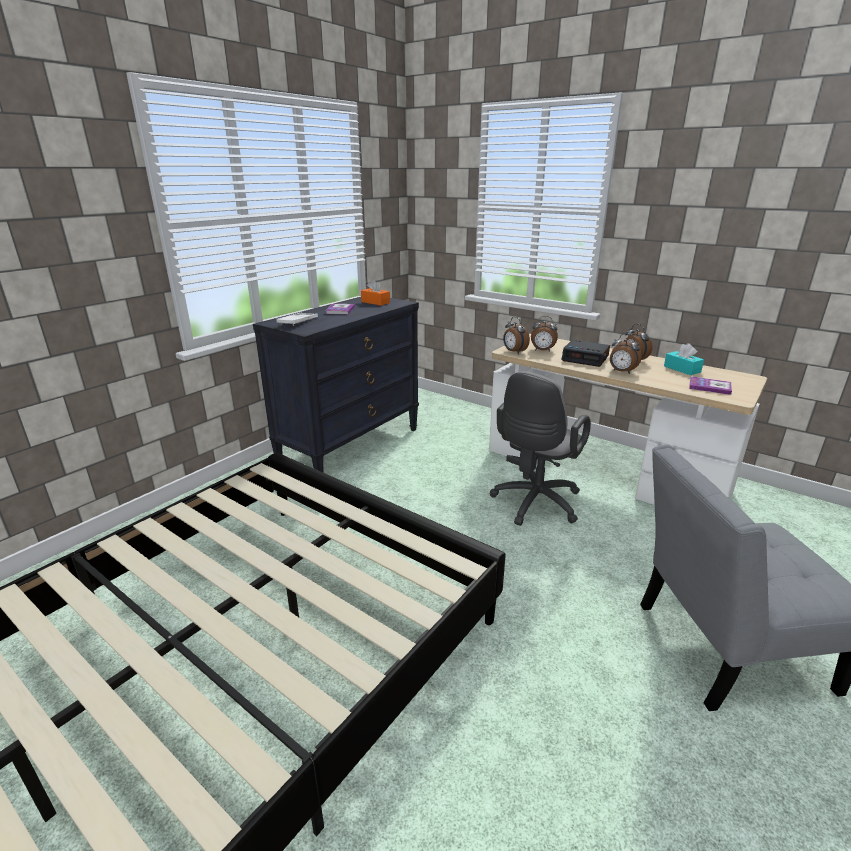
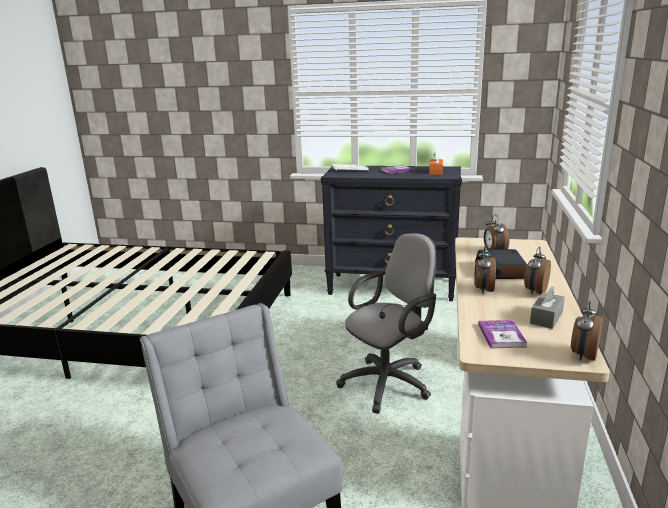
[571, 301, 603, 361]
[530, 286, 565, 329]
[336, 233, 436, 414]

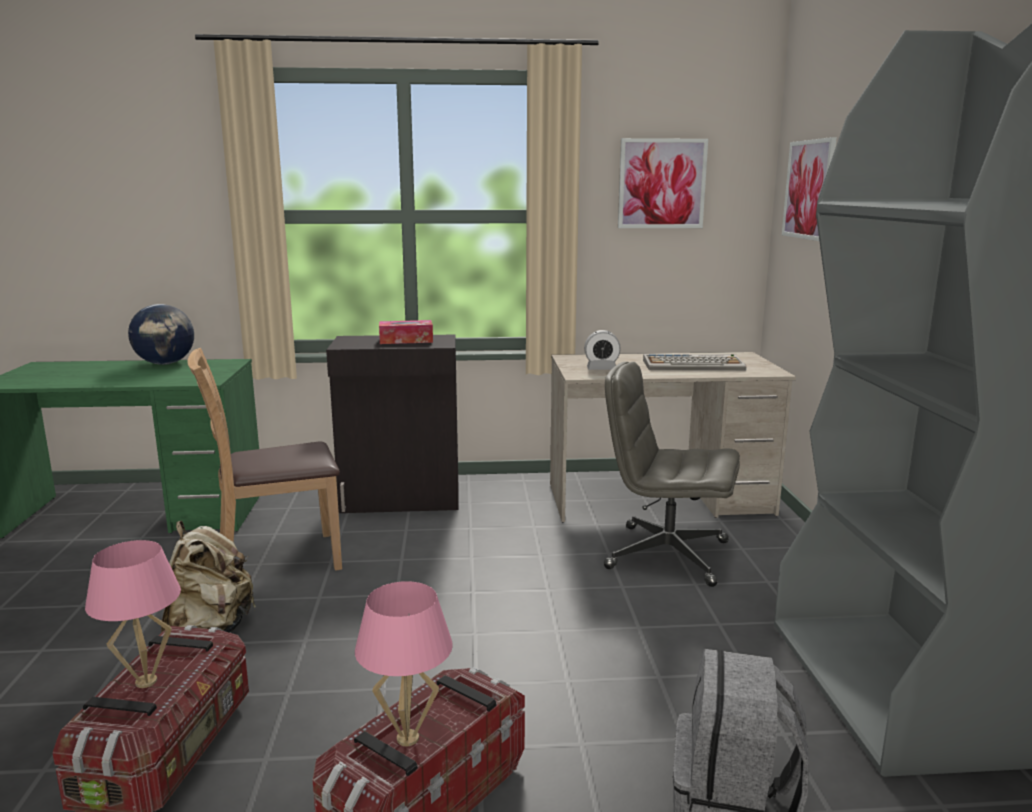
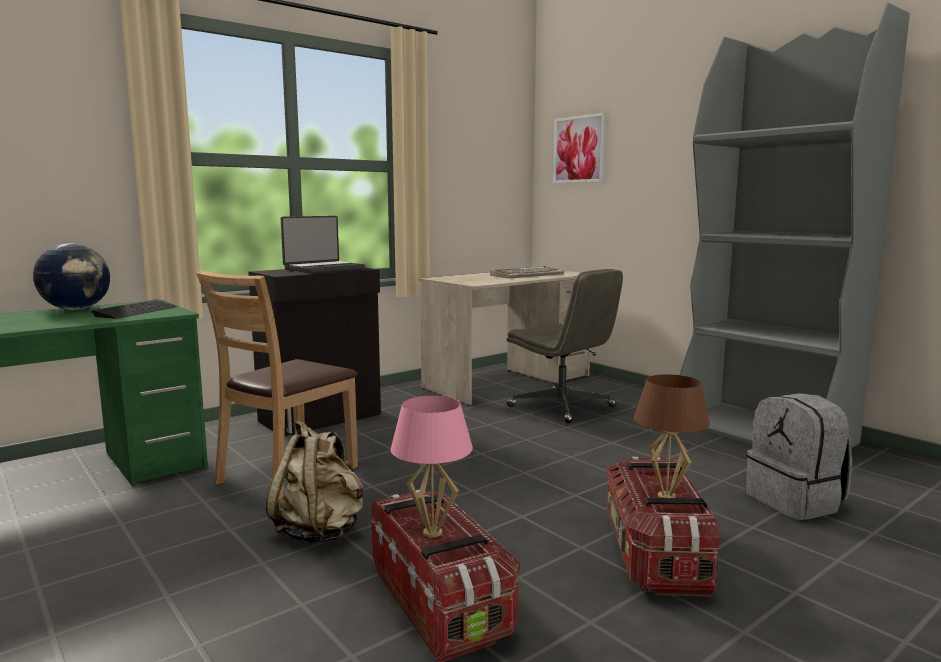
[584, 330, 621, 370] (first image)
[618, 138, 708, 228] (first image)
[91, 299, 177, 319]
[281, 216, 365, 273]
[634, 374, 710, 498]
[506, 269, 623, 423]

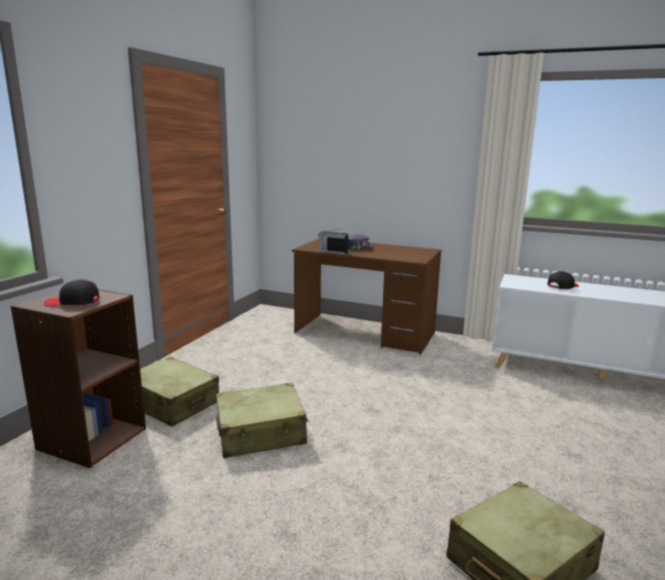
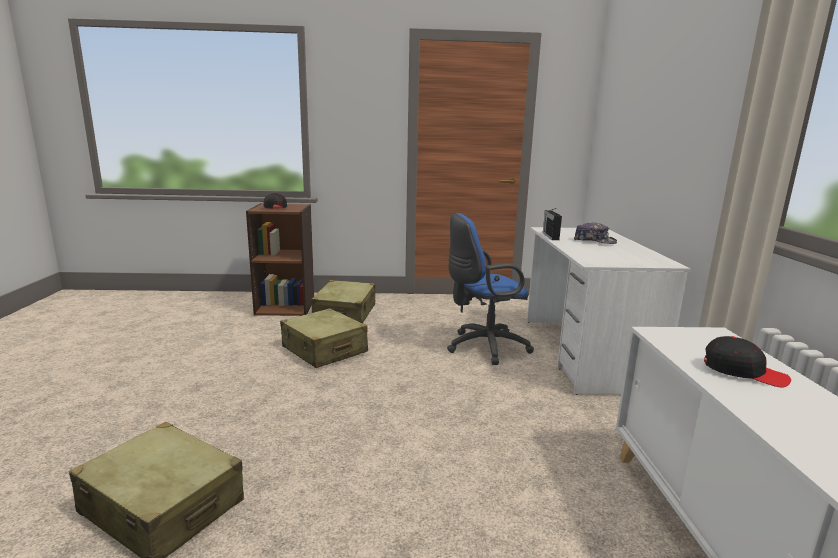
[447, 213, 534, 365]
[527, 227, 691, 395]

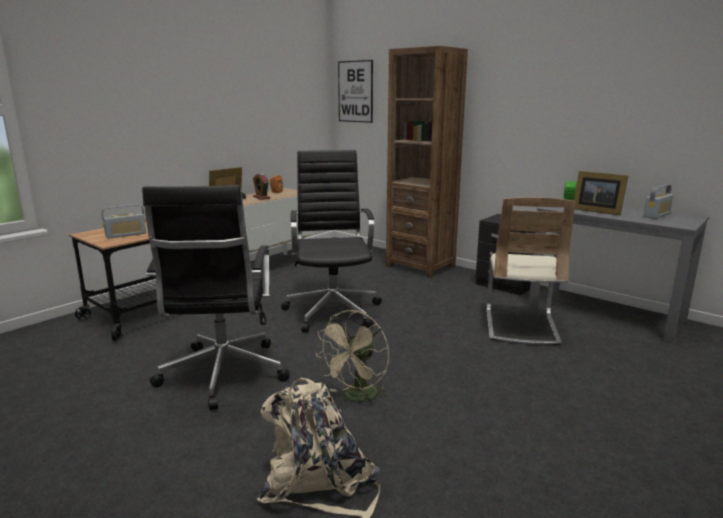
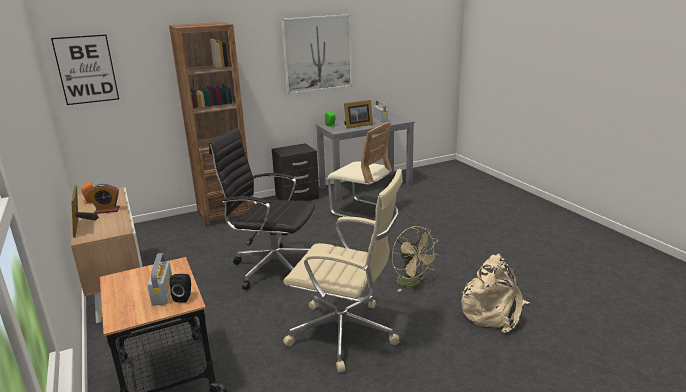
[169, 274, 191, 303]
[281, 15, 352, 94]
[283, 169, 403, 373]

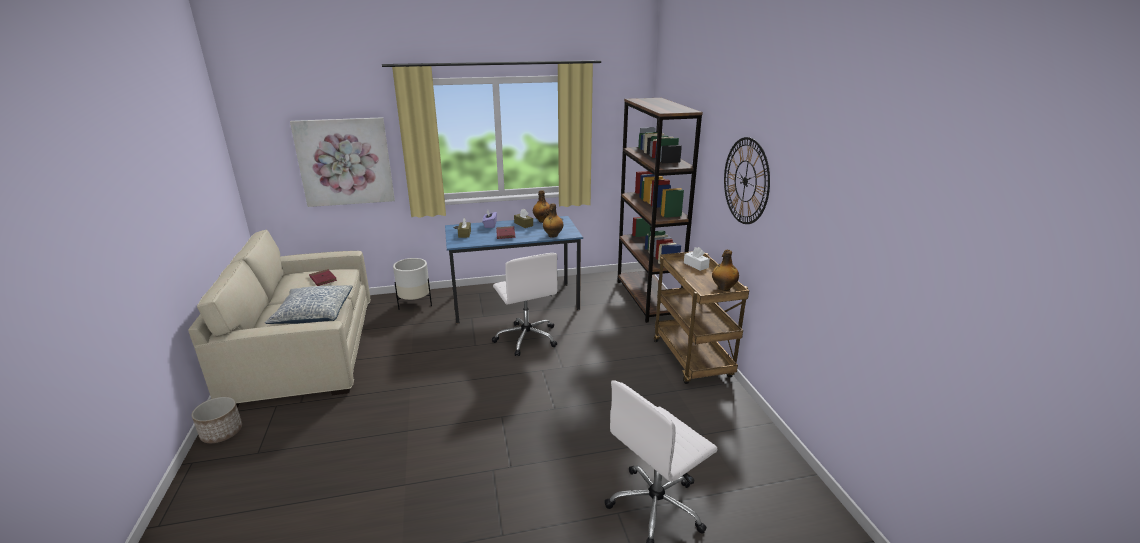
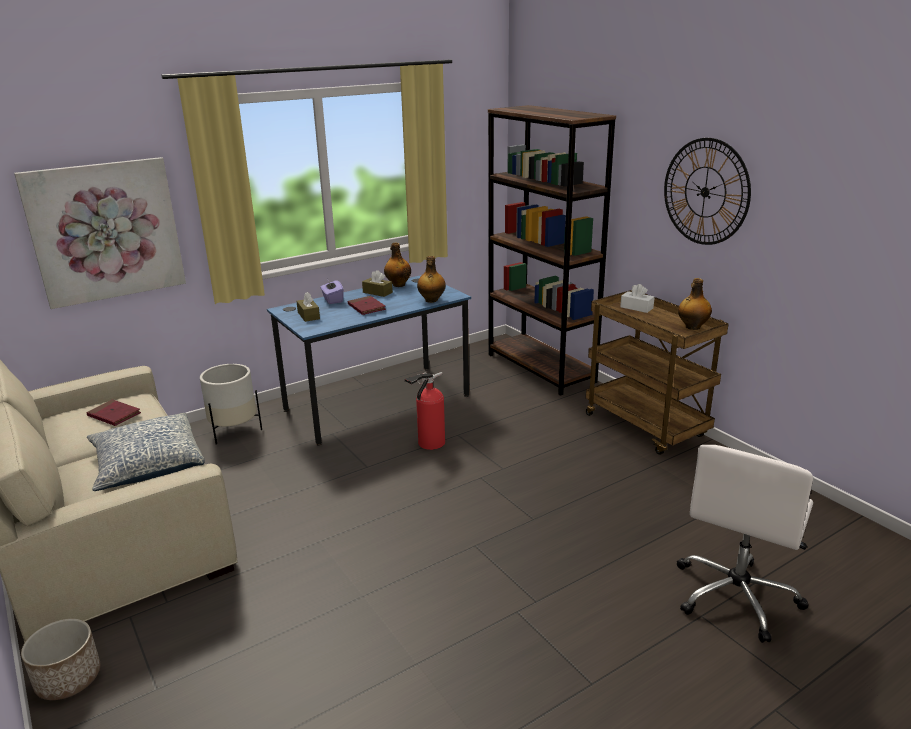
[405, 372, 445, 450]

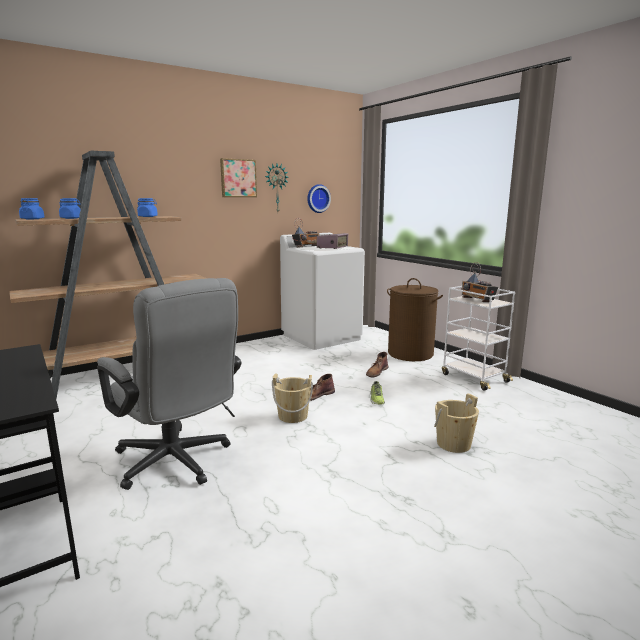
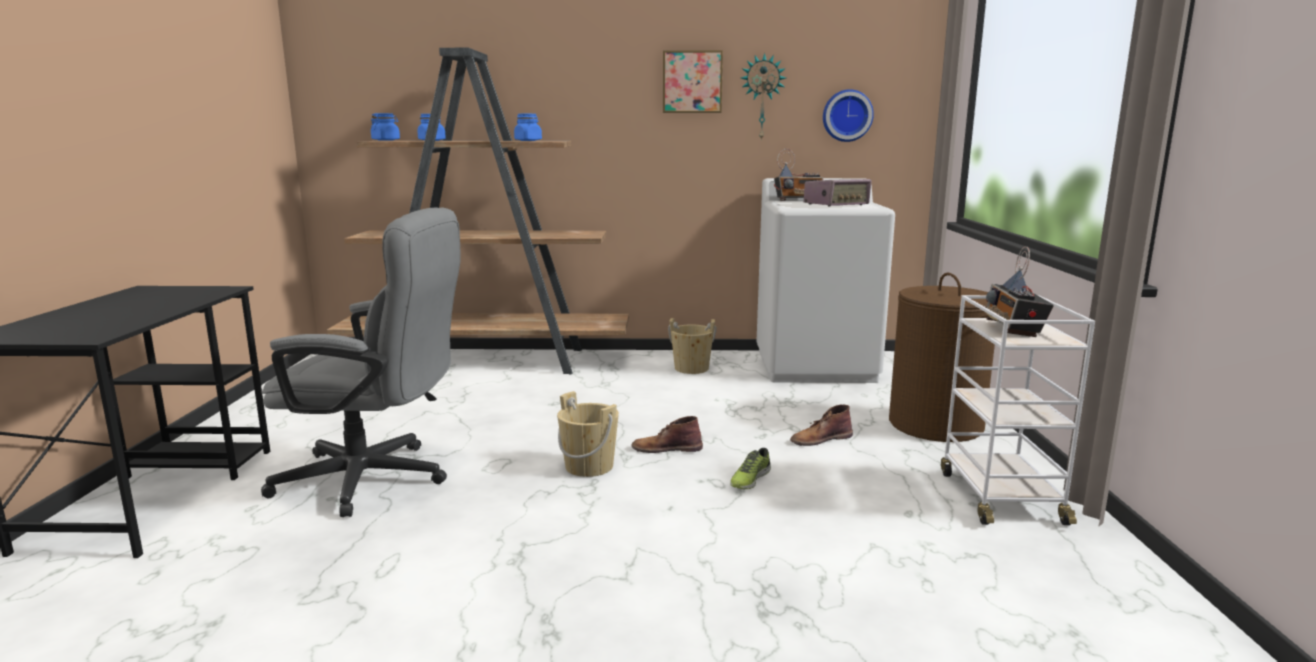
[668, 318, 717, 374]
[261, 207, 461, 517]

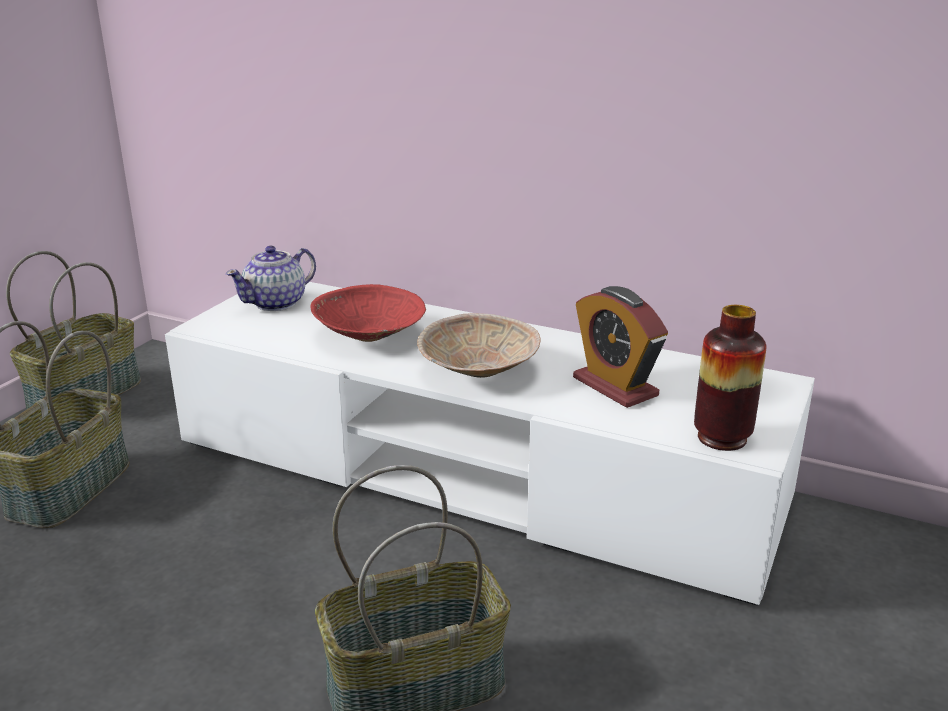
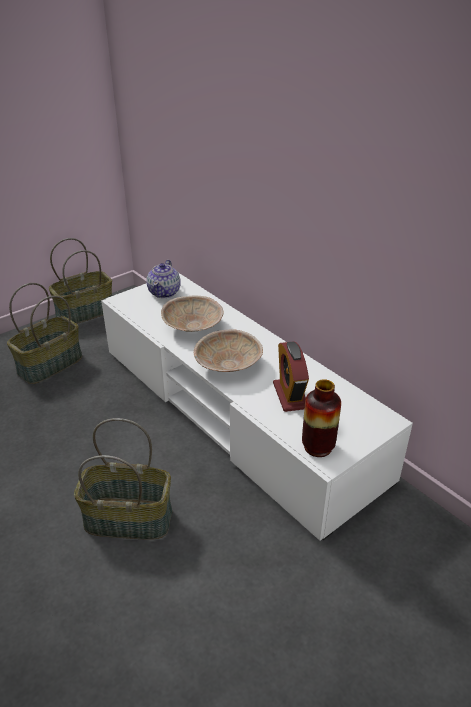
[161, 295, 224, 332]
[146, 260, 181, 298]

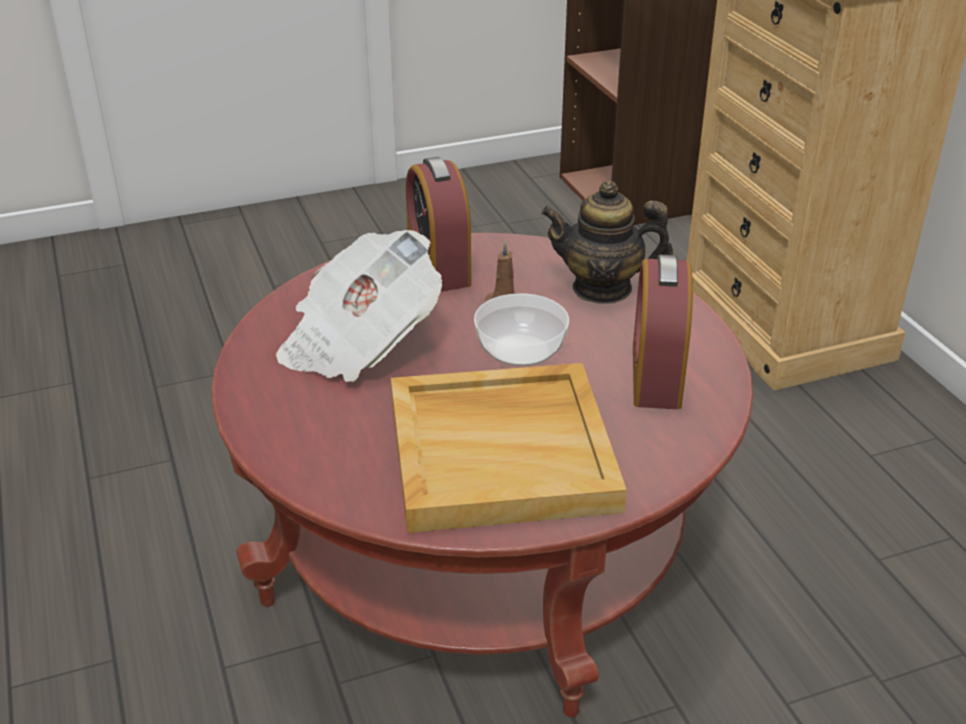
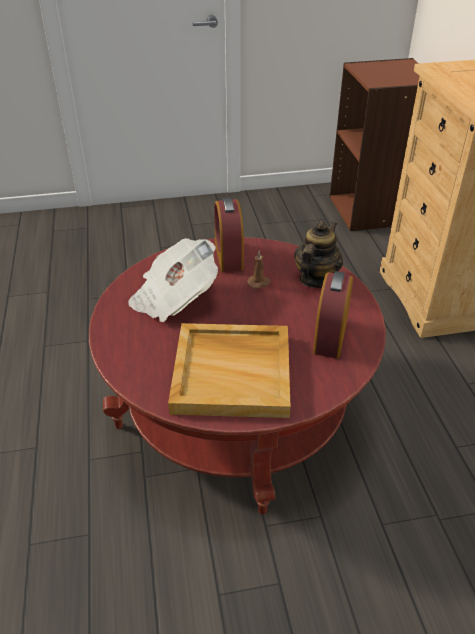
[474, 293, 569, 366] (first image)
[294, 221, 343, 288]

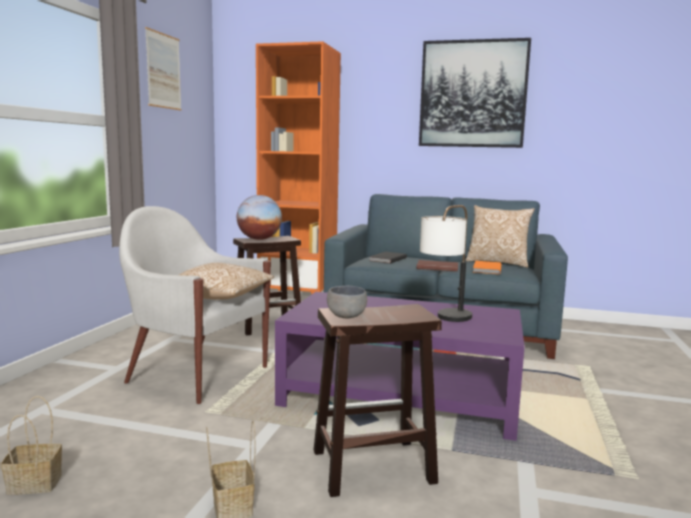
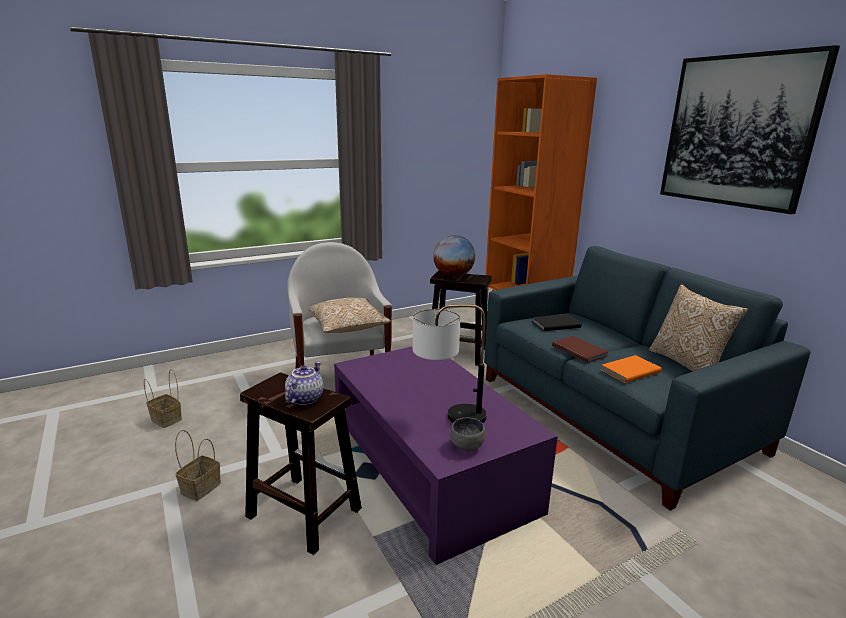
[145, 27, 182, 111] (first image)
[285, 362, 323, 405]
[450, 417, 485, 451]

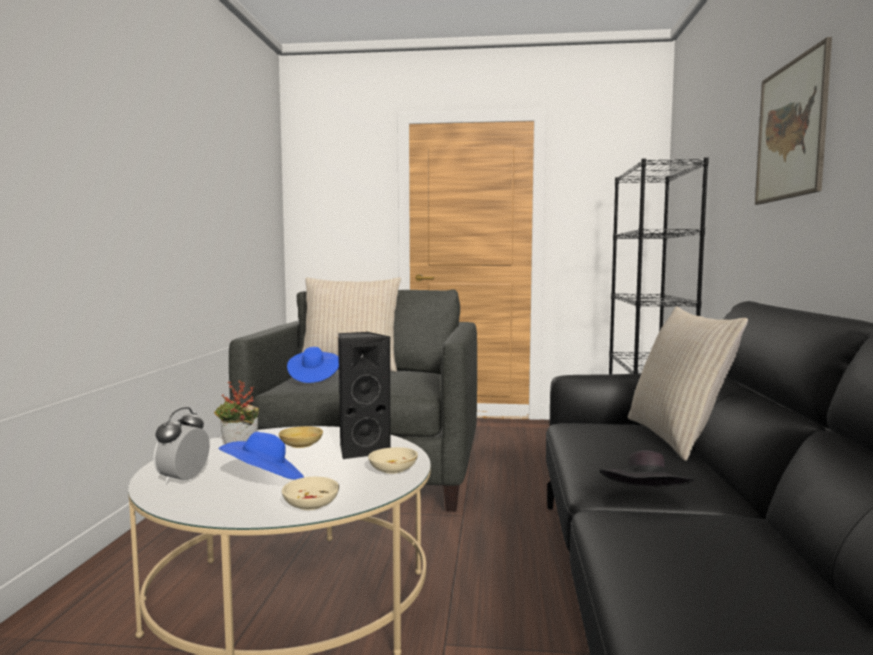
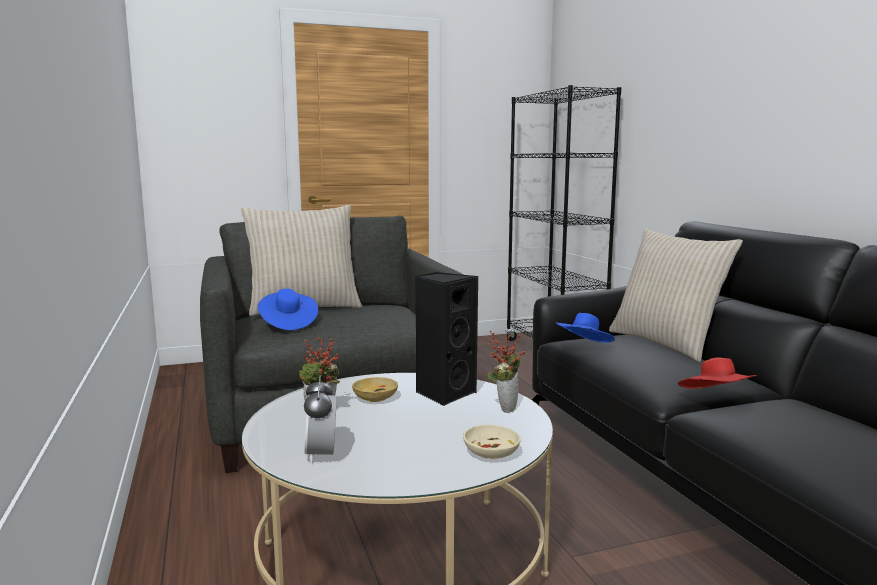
[755, 37, 832, 205] (first image)
[556, 313, 615, 343]
[487, 331, 525, 413]
[678, 357, 757, 389]

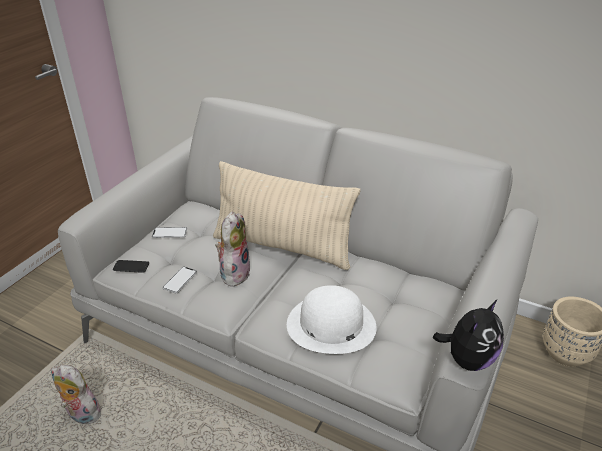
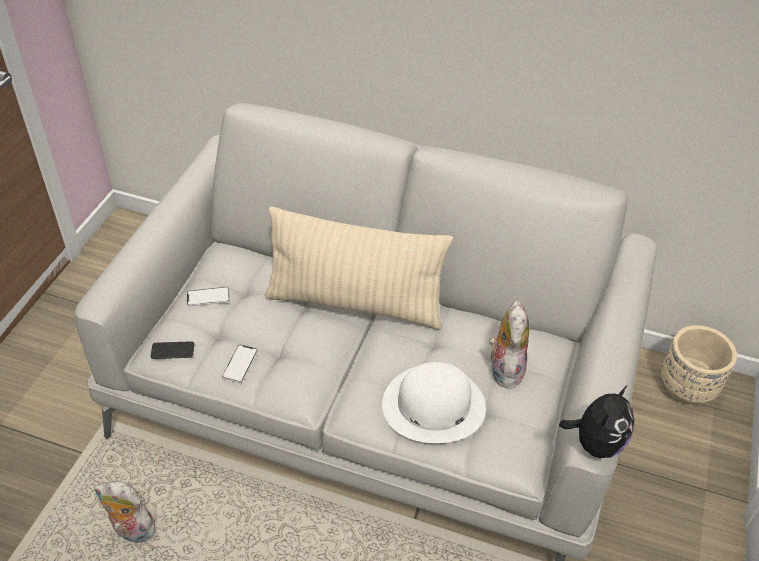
[489, 300, 529, 390]

